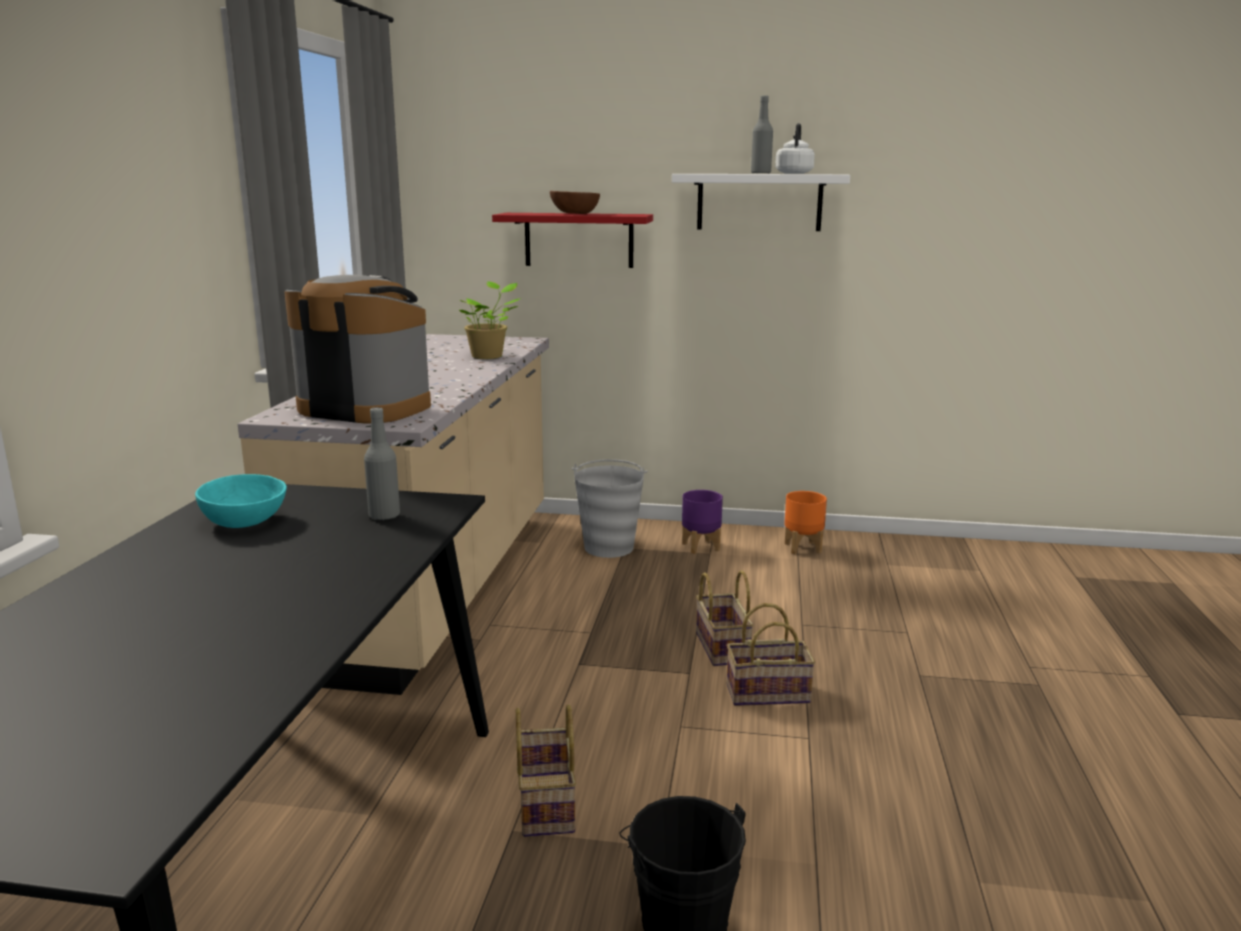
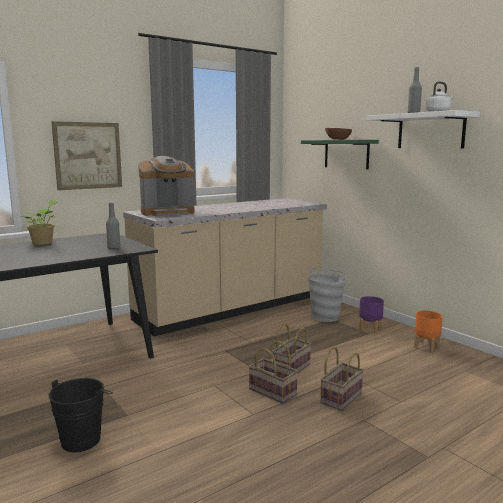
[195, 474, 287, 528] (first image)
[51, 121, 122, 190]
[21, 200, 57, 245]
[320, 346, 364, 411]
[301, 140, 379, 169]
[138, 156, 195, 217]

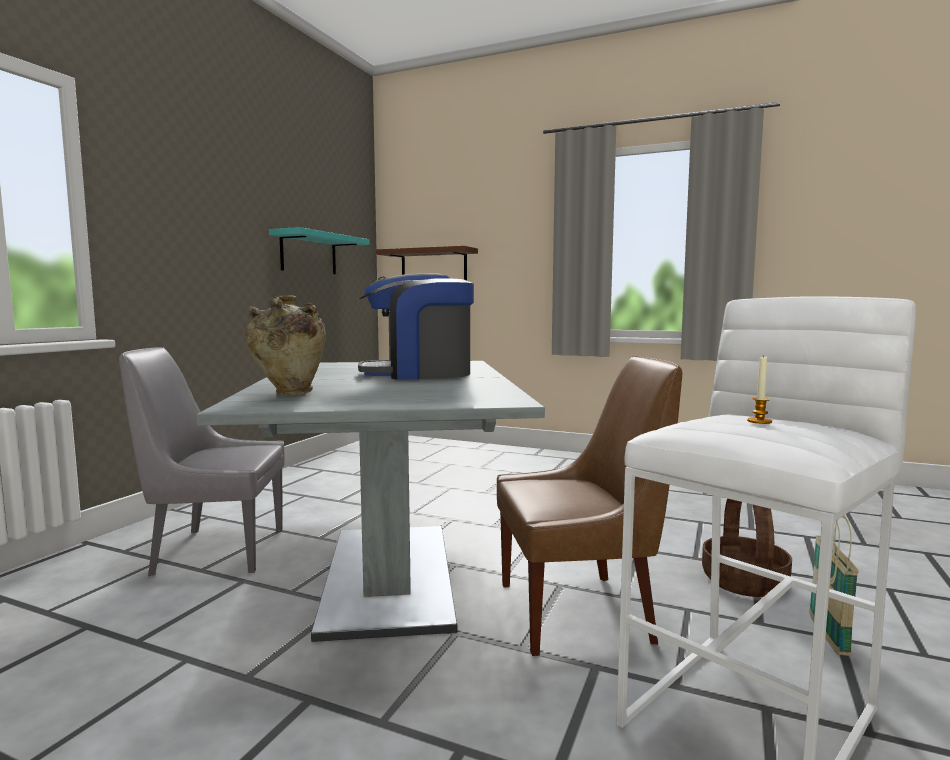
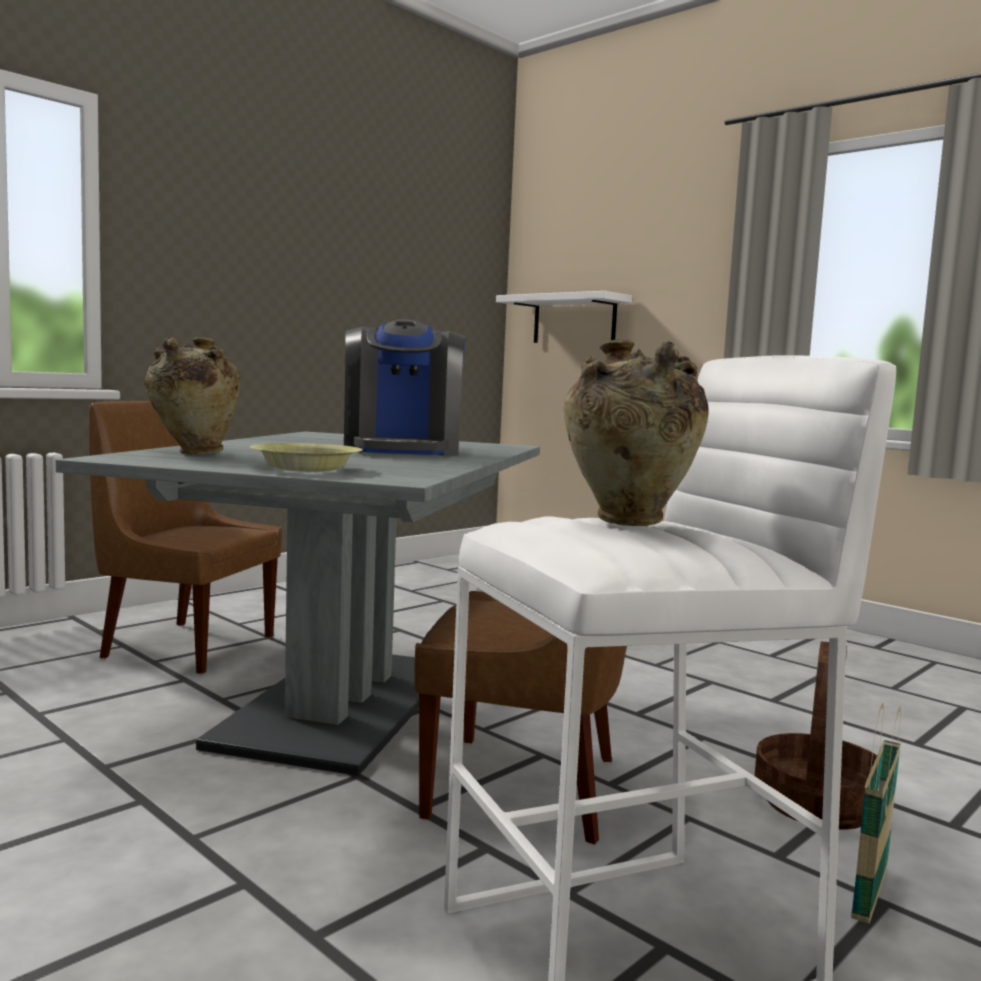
[269, 227, 370, 274] (first image)
[250, 443, 363, 472]
[564, 339, 709, 526]
[89, 401, 282, 674]
[496, 291, 632, 343]
[344, 320, 466, 455]

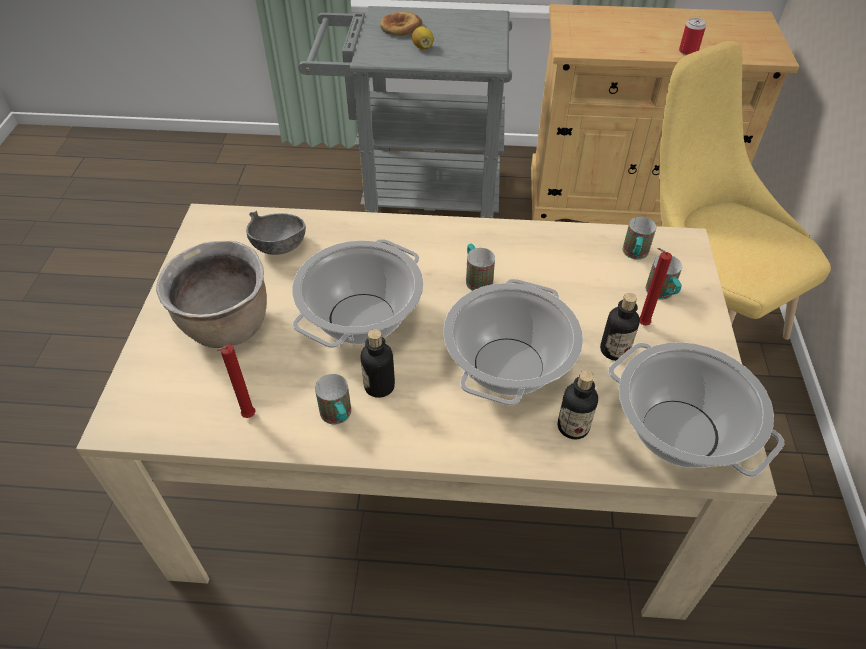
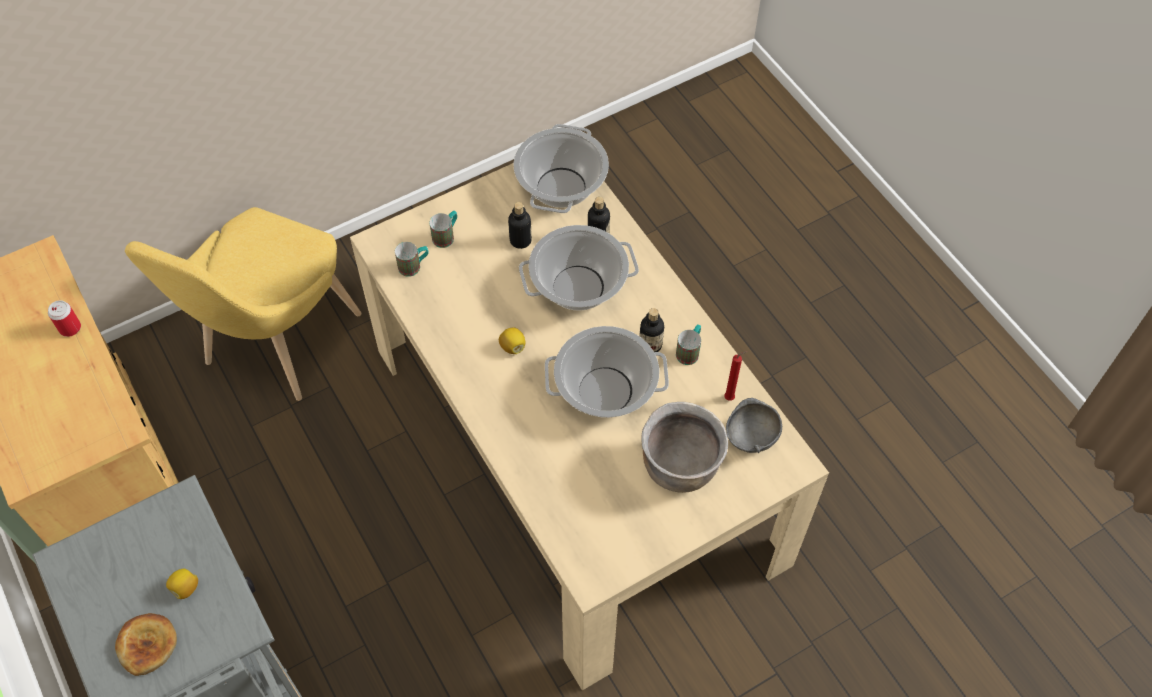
[639, 248, 672, 326] (first image)
[726, 398, 782, 453]
[499, 327, 525, 354]

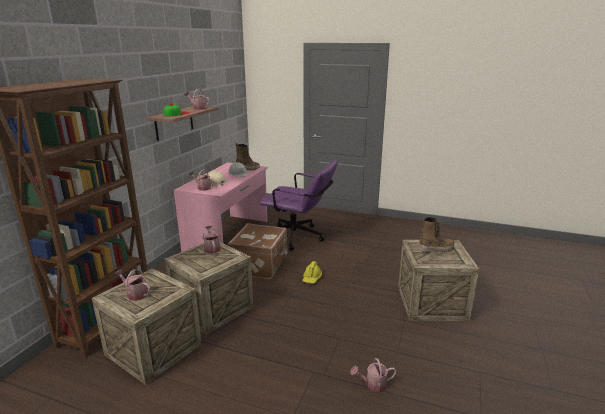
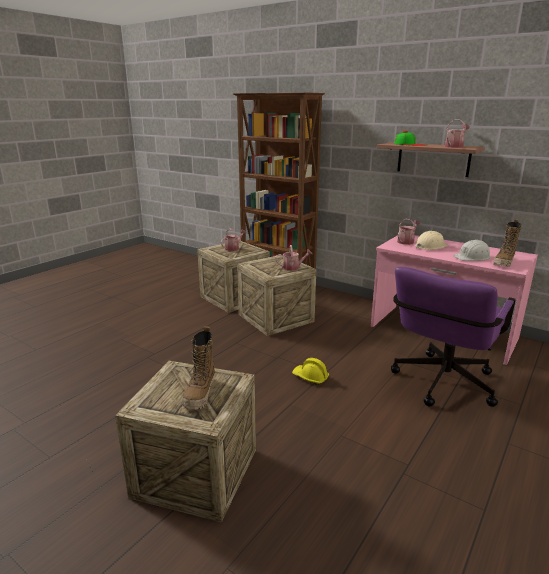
[228, 223, 288, 279] (first image)
[350, 358, 397, 392] (first image)

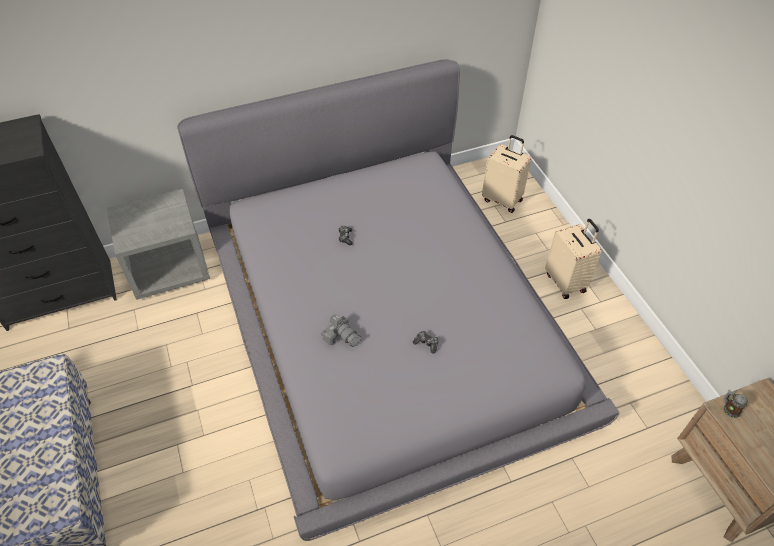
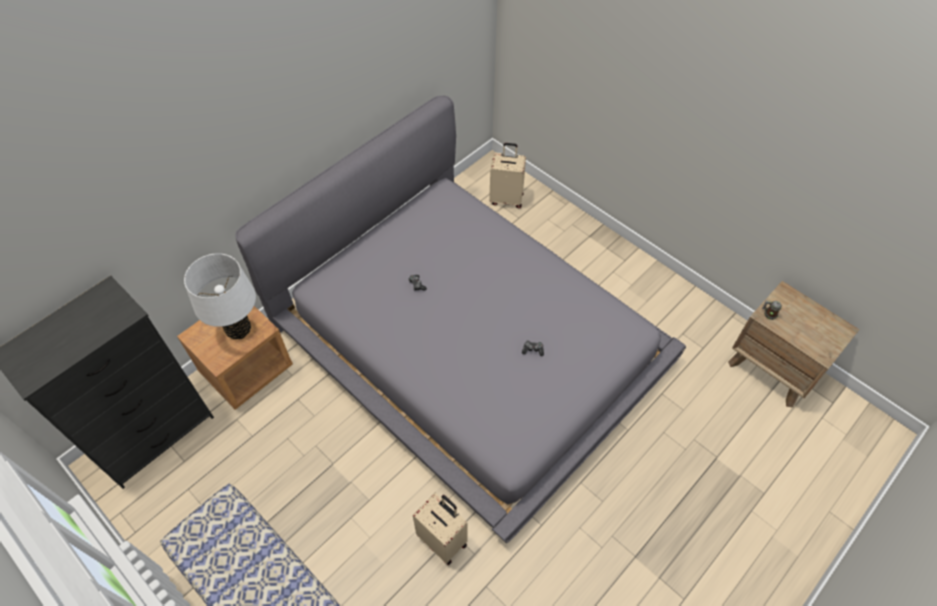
[321, 314, 361, 347] (first image)
[184, 253, 256, 340]
[413, 493, 468, 565]
[177, 306, 293, 410]

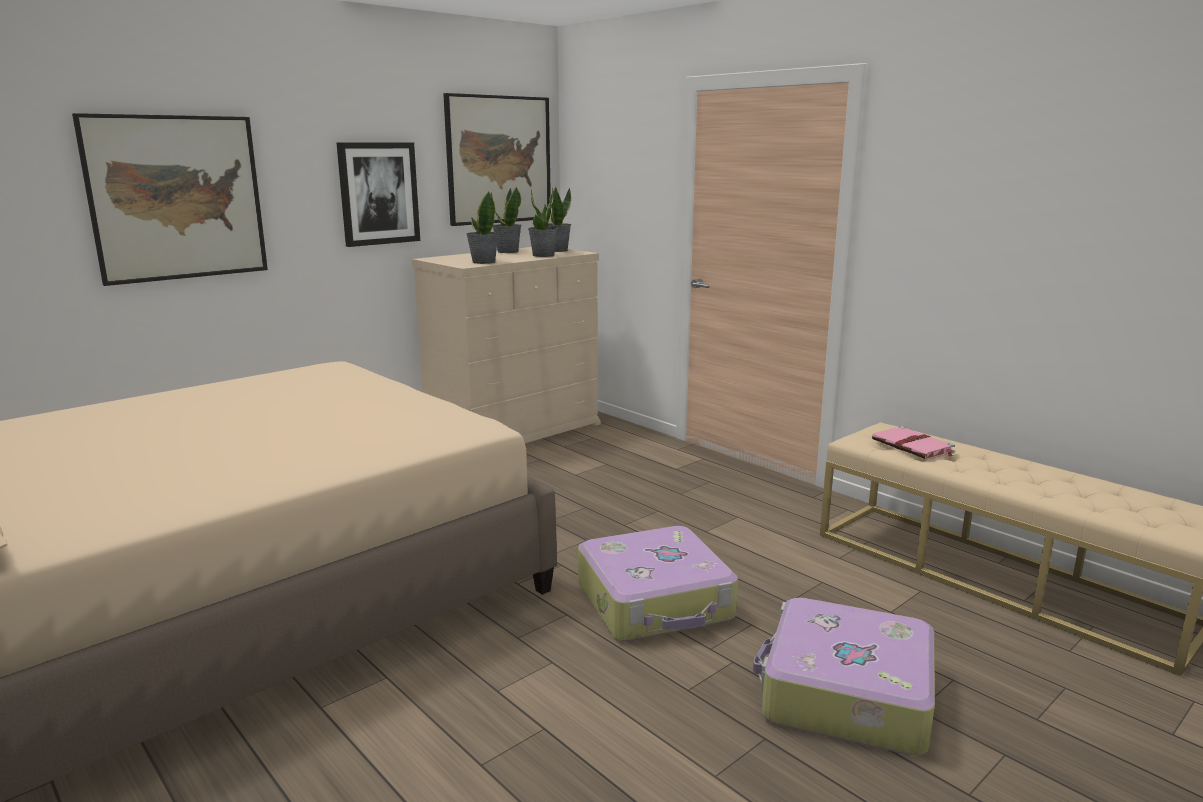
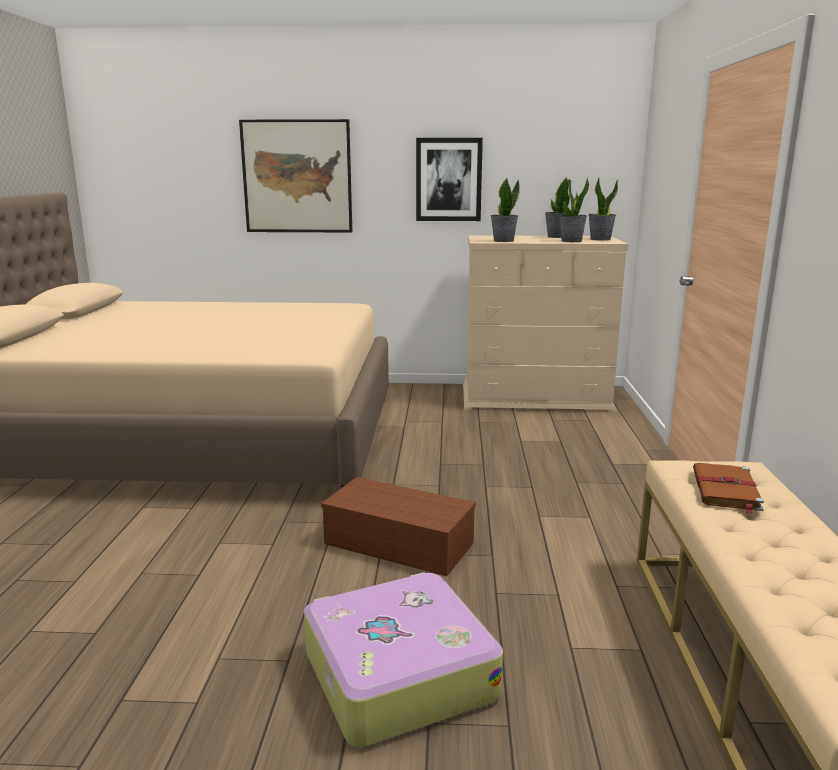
[443, 93, 551, 226] (first image)
[321, 477, 476, 576]
[693, 463, 764, 513]

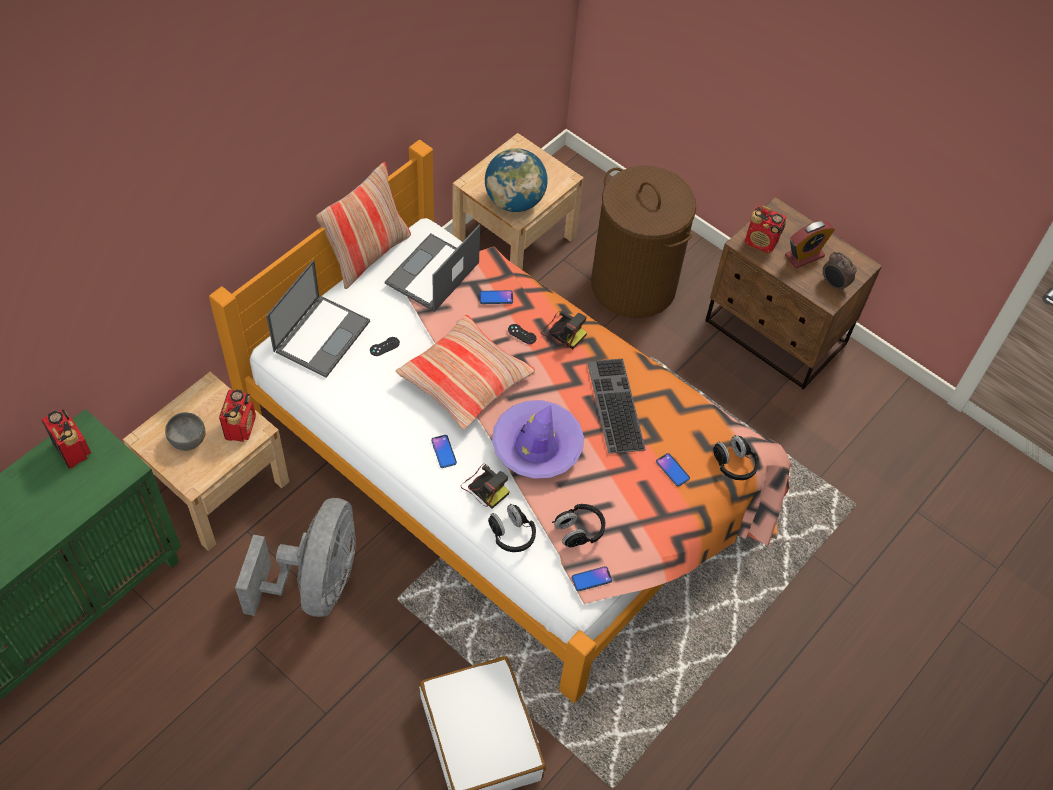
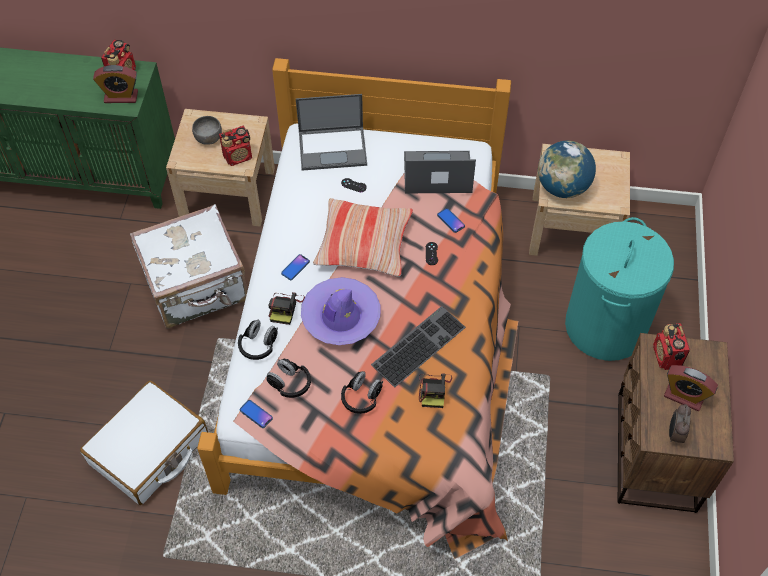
[316, 162, 411, 289] (first image)
[656, 453, 690, 487] (first image)
[93, 65, 138, 103]
[419, 373, 452, 408]
[341, 371, 383, 414]
[130, 204, 247, 329]
[565, 217, 674, 361]

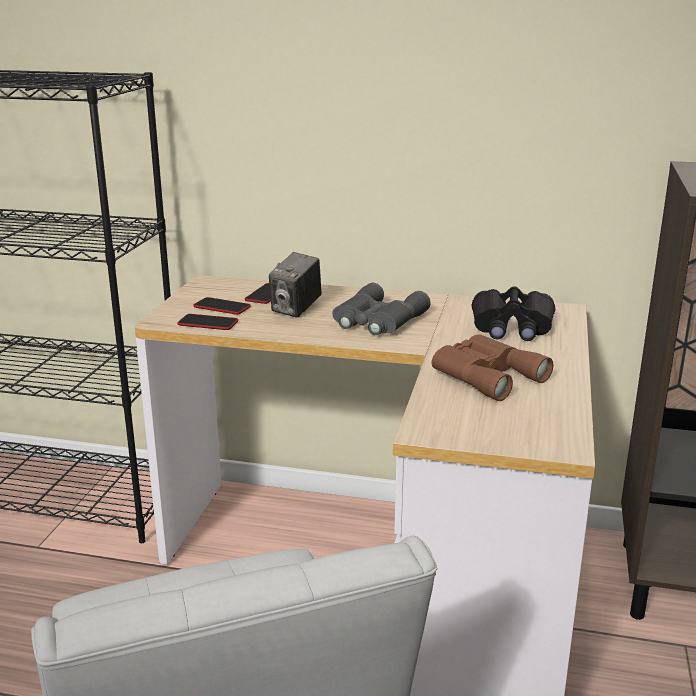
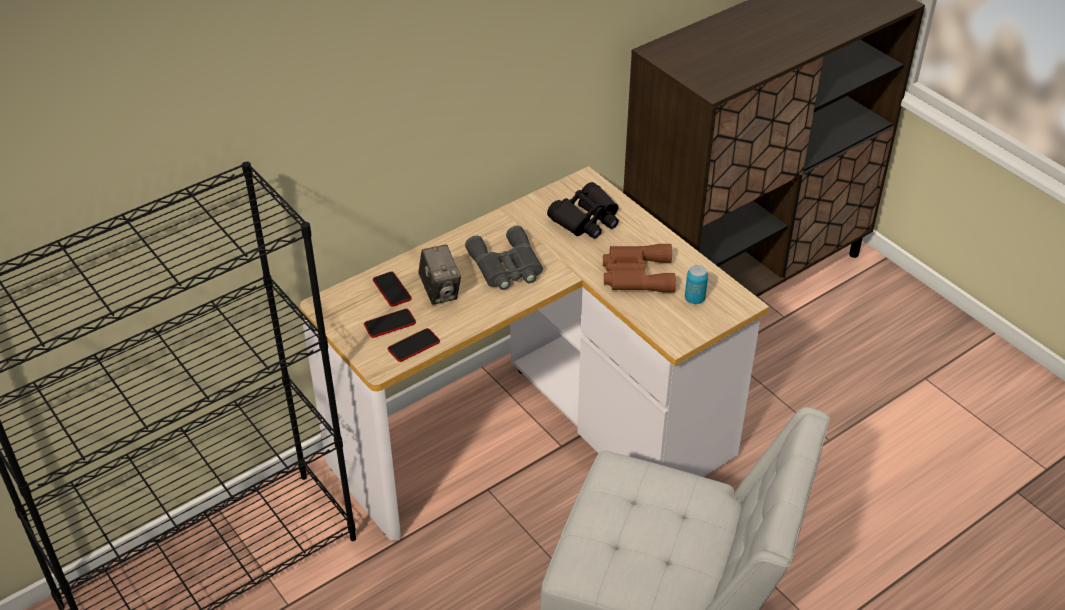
[685, 265, 708, 304]

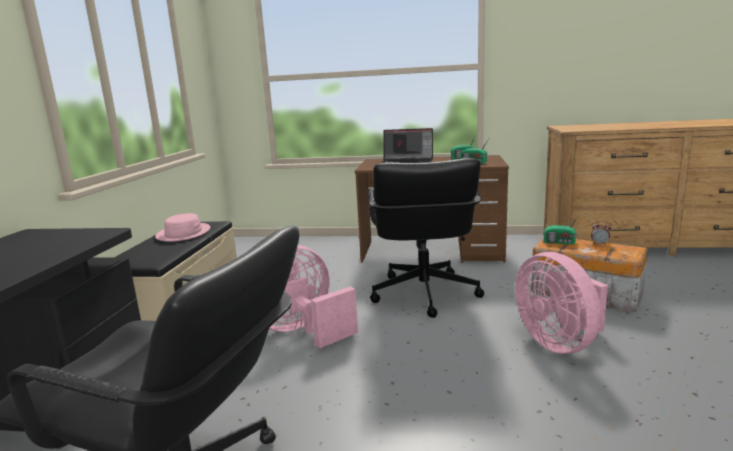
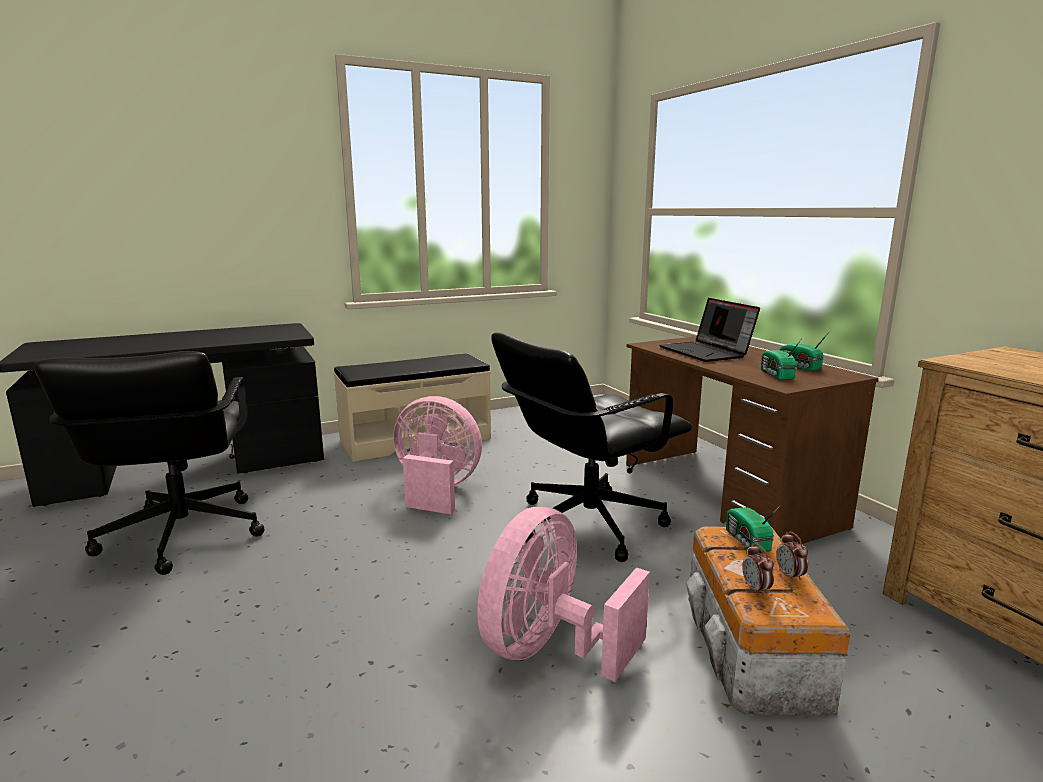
[155, 213, 210, 242] (first image)
[742, 543, 774, 596]

